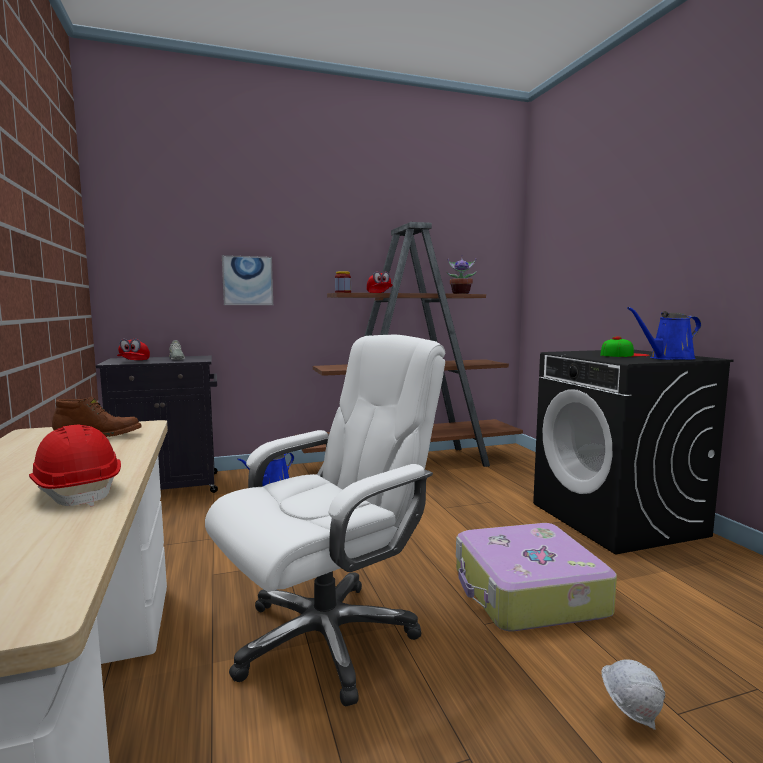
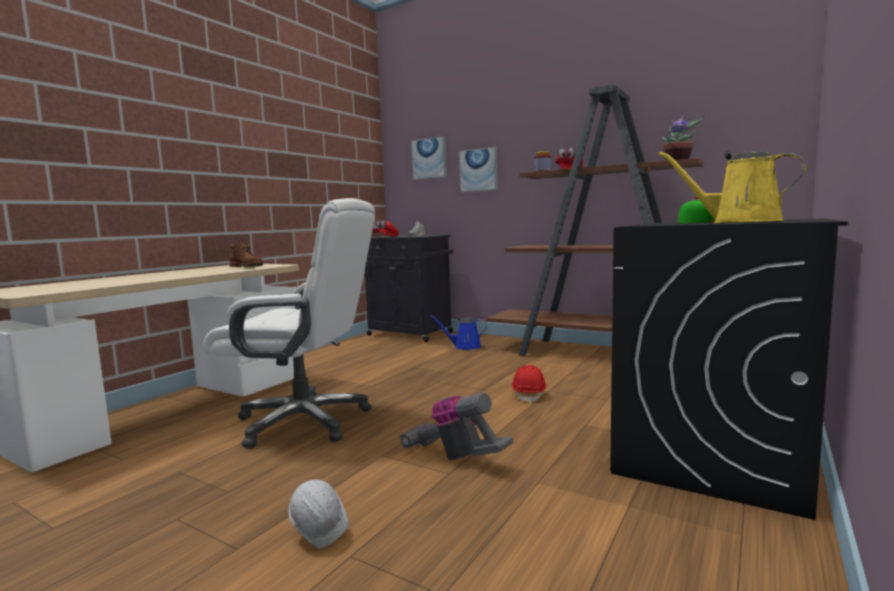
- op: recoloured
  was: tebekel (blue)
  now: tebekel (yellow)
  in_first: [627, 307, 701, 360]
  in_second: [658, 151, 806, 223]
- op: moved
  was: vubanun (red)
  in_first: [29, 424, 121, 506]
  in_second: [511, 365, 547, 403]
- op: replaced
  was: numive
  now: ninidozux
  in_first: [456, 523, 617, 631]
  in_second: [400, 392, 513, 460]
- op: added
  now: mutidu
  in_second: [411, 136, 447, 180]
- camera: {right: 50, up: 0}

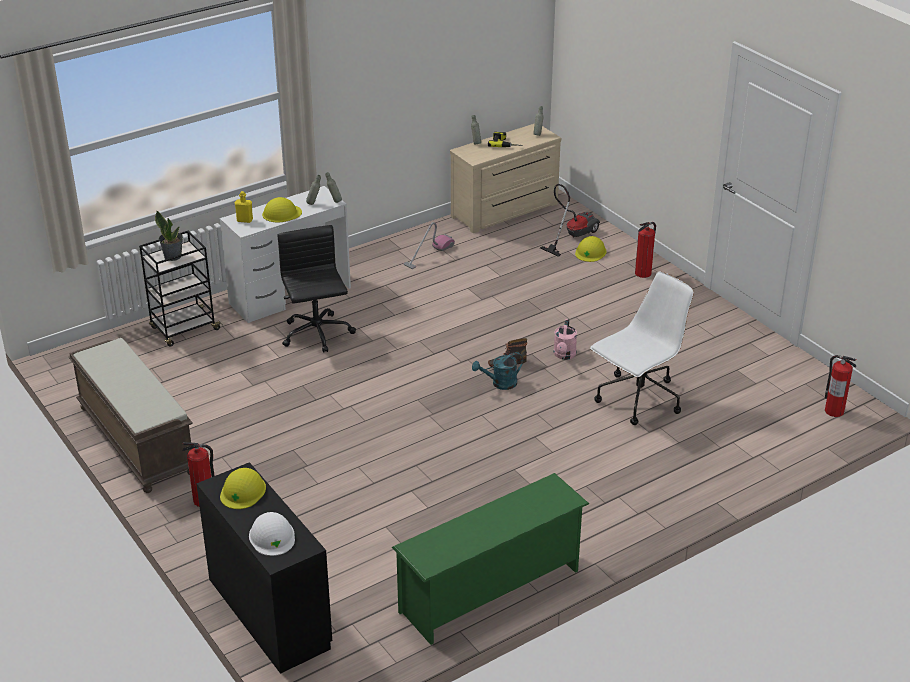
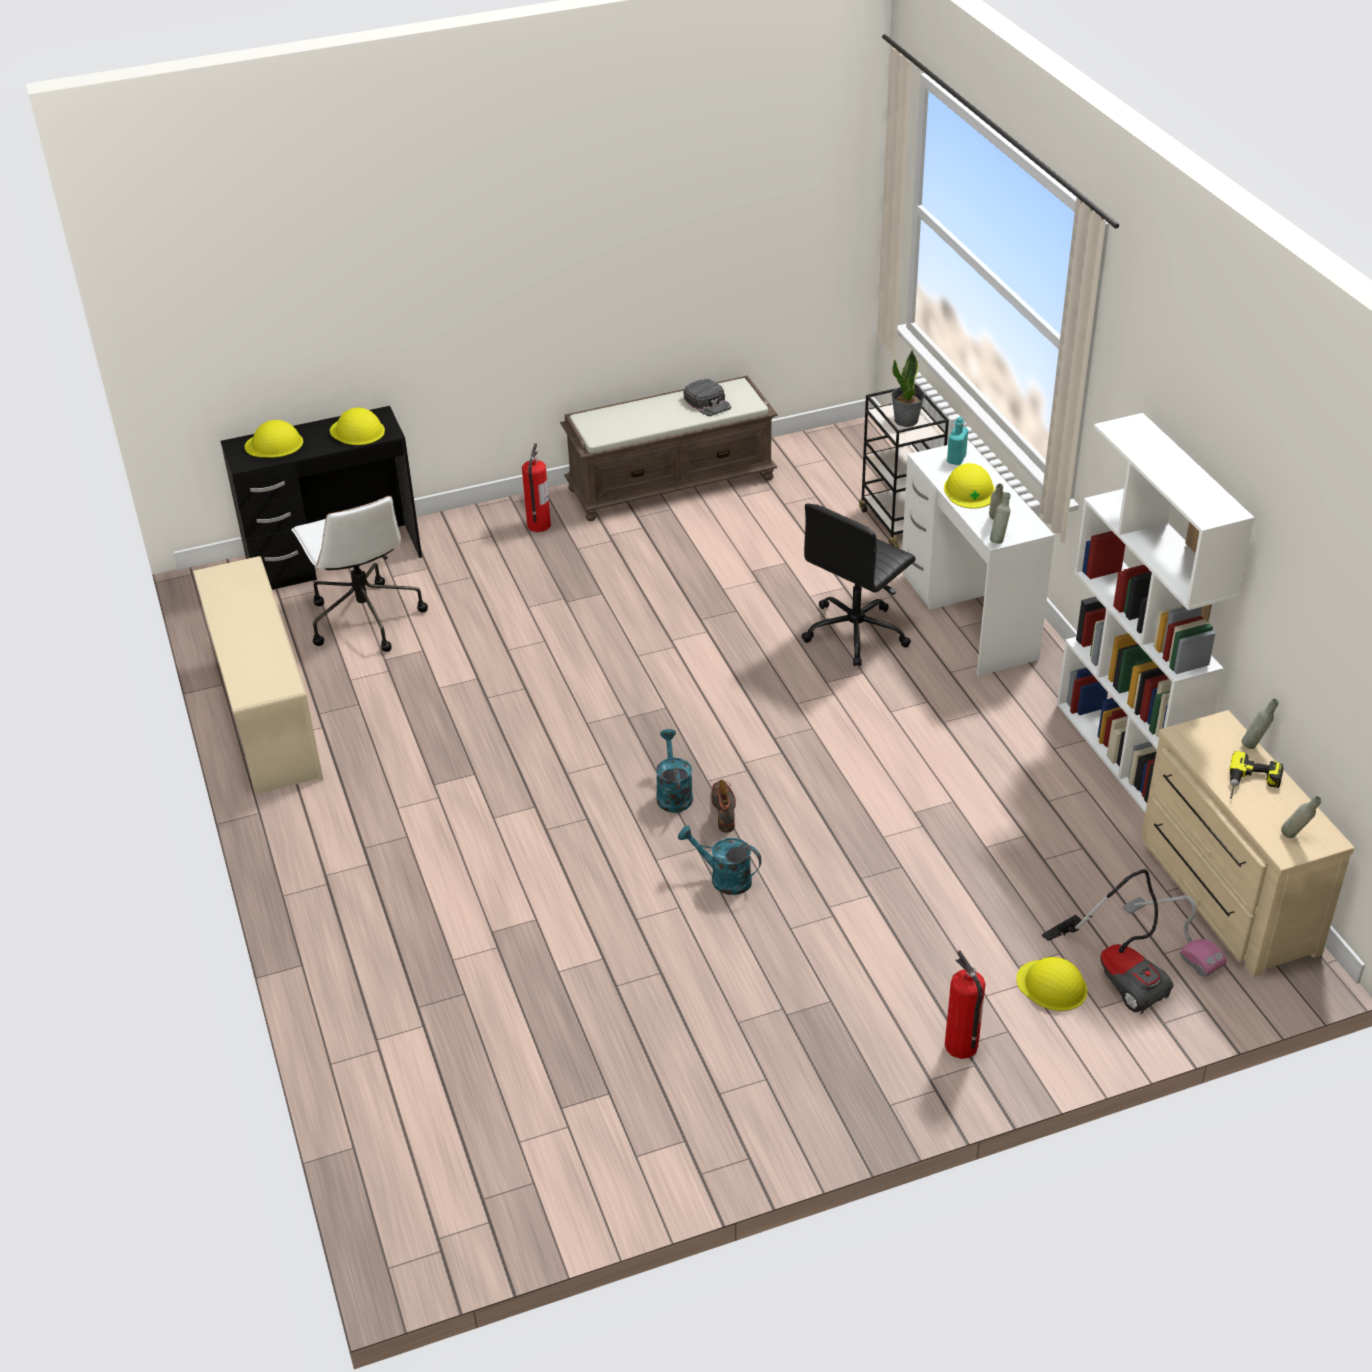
- op: recoloured
  was: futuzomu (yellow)
  now: futuzomu (turquoise)
  in_first: [235, 191, 253, 223]
  in_second: [947, 417, 968, 465]
- op: moved
  was: ninidozux
  in_first: [404, 222, 455, 269]
  in_second: [1122, 895, 1227, 977]
- op: turned
  was: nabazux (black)
  in_first: [278, 225, 356, 353]
  in_second: [801, 503, 916, 667]
  clockwise: 135
- op: moved
  was: nabazux (white)
  in_first: [590, 272, 694, 425]
  in_second: [292, 496, 428, 652]
- op: recoloured
  was: tebekel (pink)
  now: tebekel (turquoise)
  in_first: [554, 319, 577, 360]
  in_second: [678, 825, 762, 895]
- op: removed
  was: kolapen
  in_first: [825, 355, 856, 417]
- op: recoloured
  was: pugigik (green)
  now: pugigik (beige)
  in_first: [392, 473, 589, 645]
  in_second: [193, 556, 323, 795]
- op: recoloured
  was: vubanun (white)
  now: vubanun (yellow)
  in_first: [249, 512, 295, 556]
  in_second: [245, 420, 303, 458]
- op: added
  now: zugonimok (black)
  in_second: [684, 379, 731, 417]
- op: added
  now: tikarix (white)
  in_second: [1057, 413, 1254, 813]
- camera: {right: 105, up: 5}

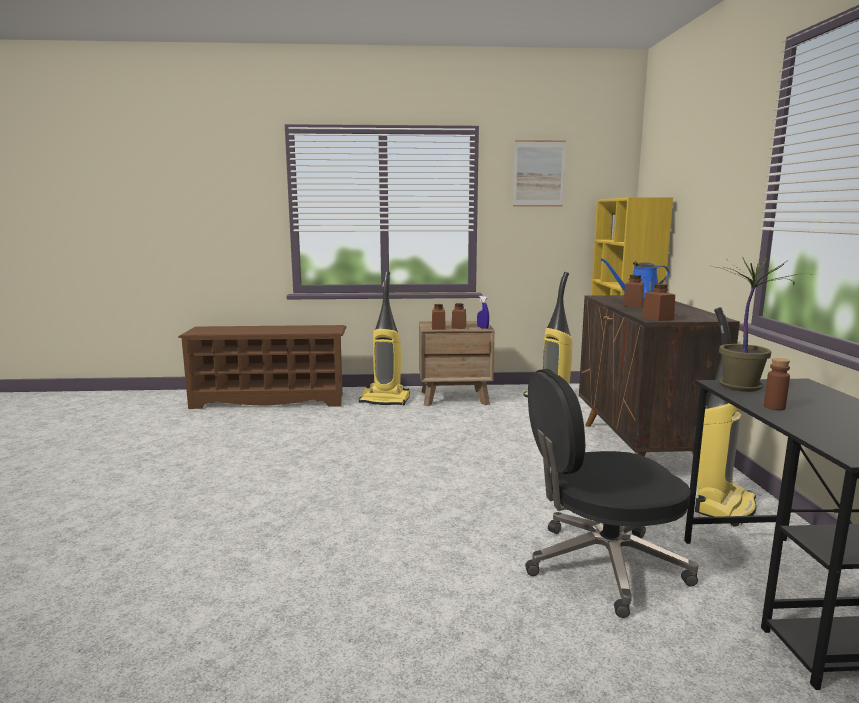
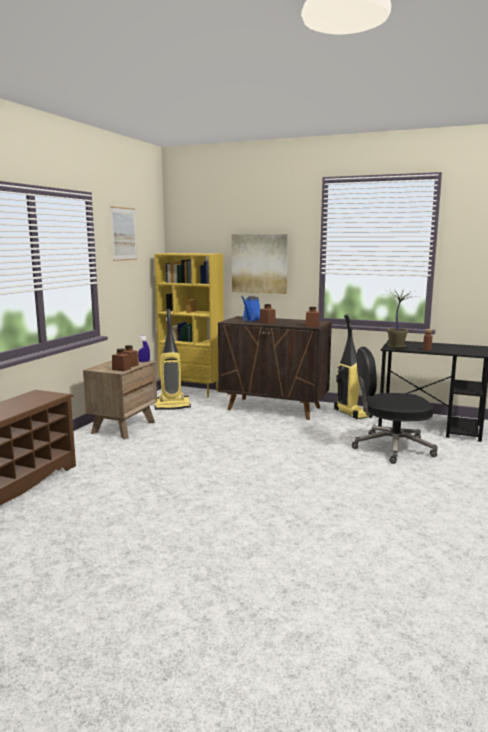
- op: removed
  was: ninidozux
  in_first: [359, 271, 409, 405]
- op: turned
  was: nabazux (black)
  in_first: [525, 369, 698, 618]
  in_second: [352, 347, 438, 464]
  clockwise: 75
- op: added
  now: mutidu
  in_second: [232, 234, 288, 294]
- camera: {right: -65, up: 0}

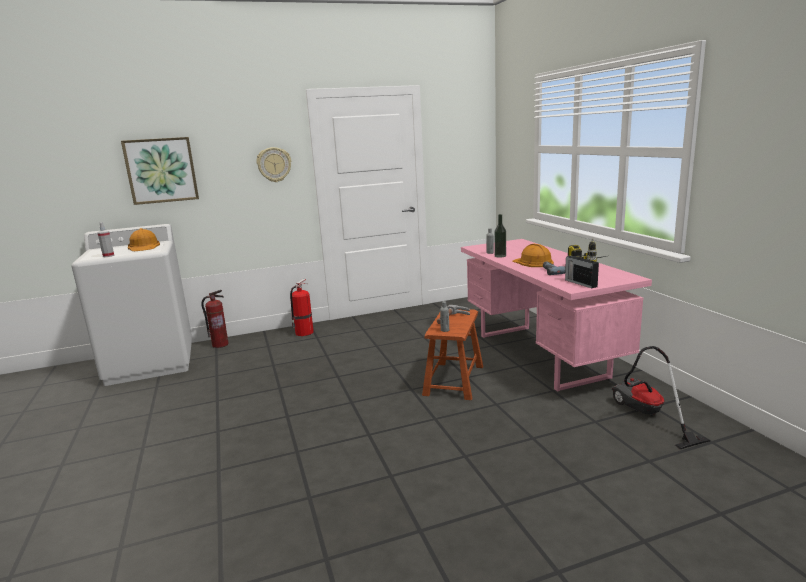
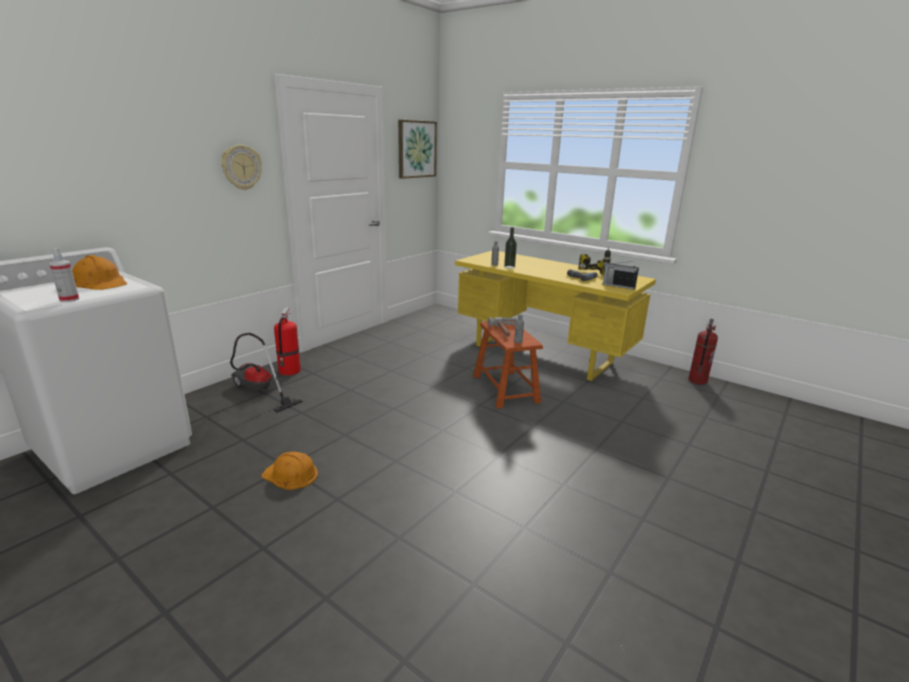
- op: moved
  was: mutidu
  in_first: [121, 137, 199, 205]
  in_second: [398, 120, 437, 179]
- op: recoloured
  was: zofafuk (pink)
  now: zofafuk (yellow)
  in_first: [461, 239, 652, 392]
  in_second: [455, 251, 656, 381]
- op: moved
  was: vubanun (orange)
  in_first: [512, 244, 554, 267]
  in_second: [261, 452, 318, 490]
- op: moved
  was: kolapen
  in_first: [201, 290, 229, 348]
  in_second: [688, 319, 718, 385]
- op: moved
  was: ninidozux
  in_first: [612, 346, 710, 449]
  in_second: [230, 333, 303, 412]
- camera: {right: -35, up: 5}

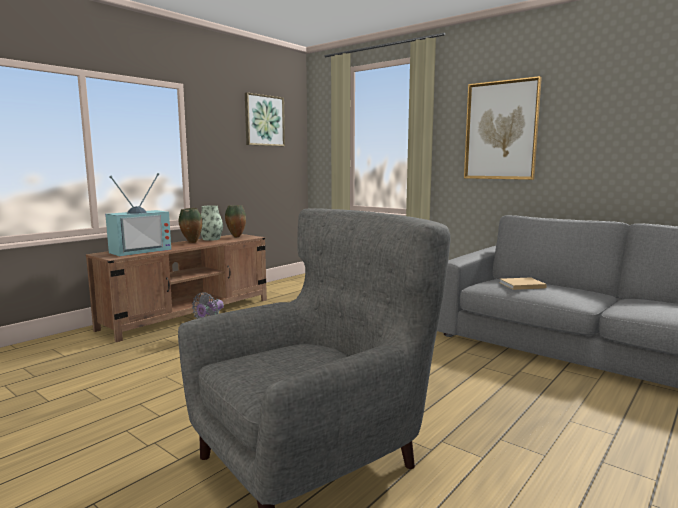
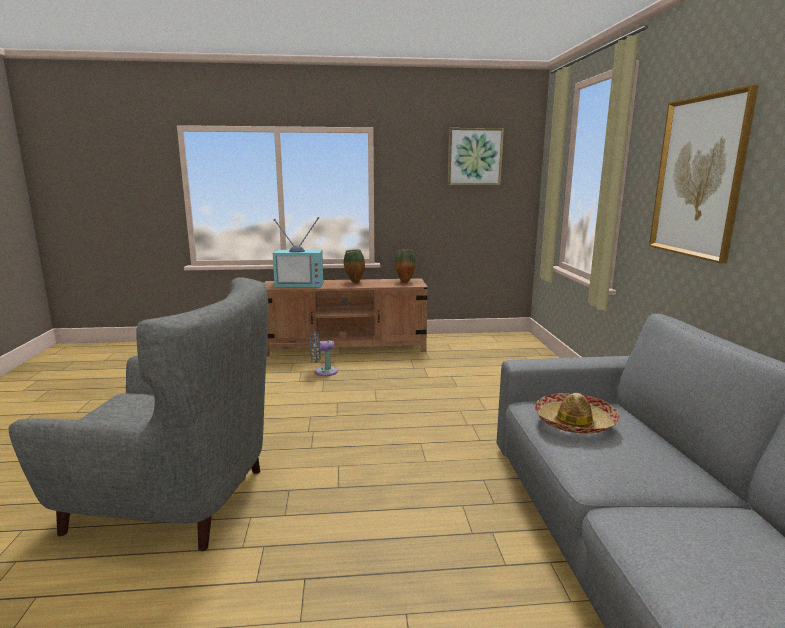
- op: removed
  was: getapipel
  in_first: [201, 205, 223, 241]
- op: replaced
  was: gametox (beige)
  now: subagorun
  in_first: [499, 277, 547, 290]
  in_second: [535, 393, 620, 434]
- camera: {right: 45, up: 5}

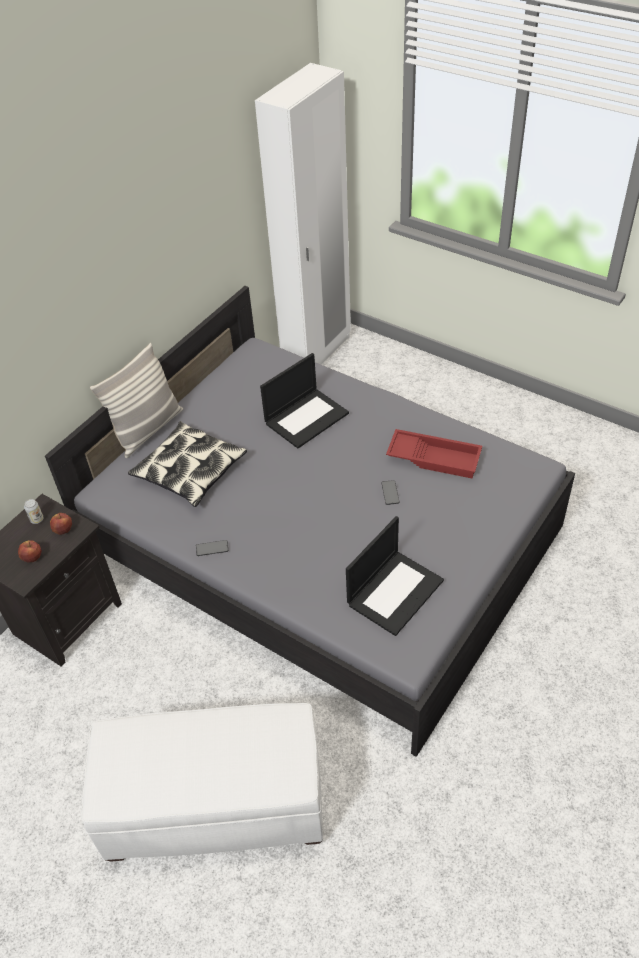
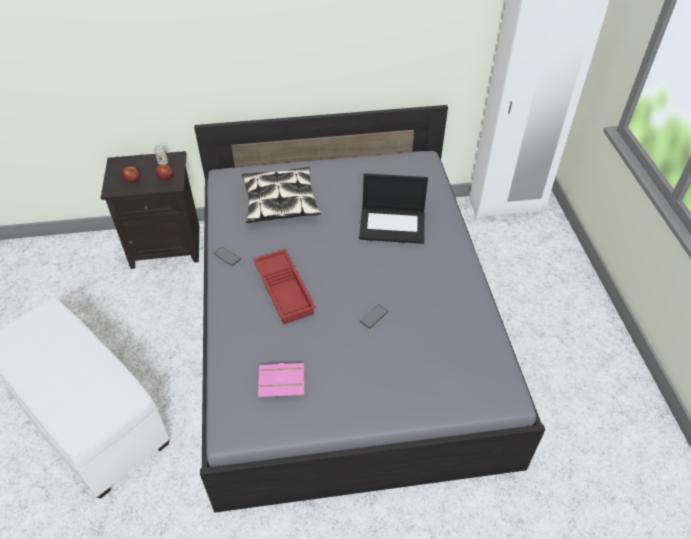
- op: removed
  was: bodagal
  in_first: [90, 343, 183, 458]
- op: moved
  was: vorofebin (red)
  in_first: [386, 429, 482, 479]
  in_second: [253, 249, 316, 324]
- op: replaced
  was: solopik
  now: gametox (pink)
  in_first: [346, 516, 444, 636]
  in_second: [258, 363, 304, 397]
- camera: {right: 45, up: 0}

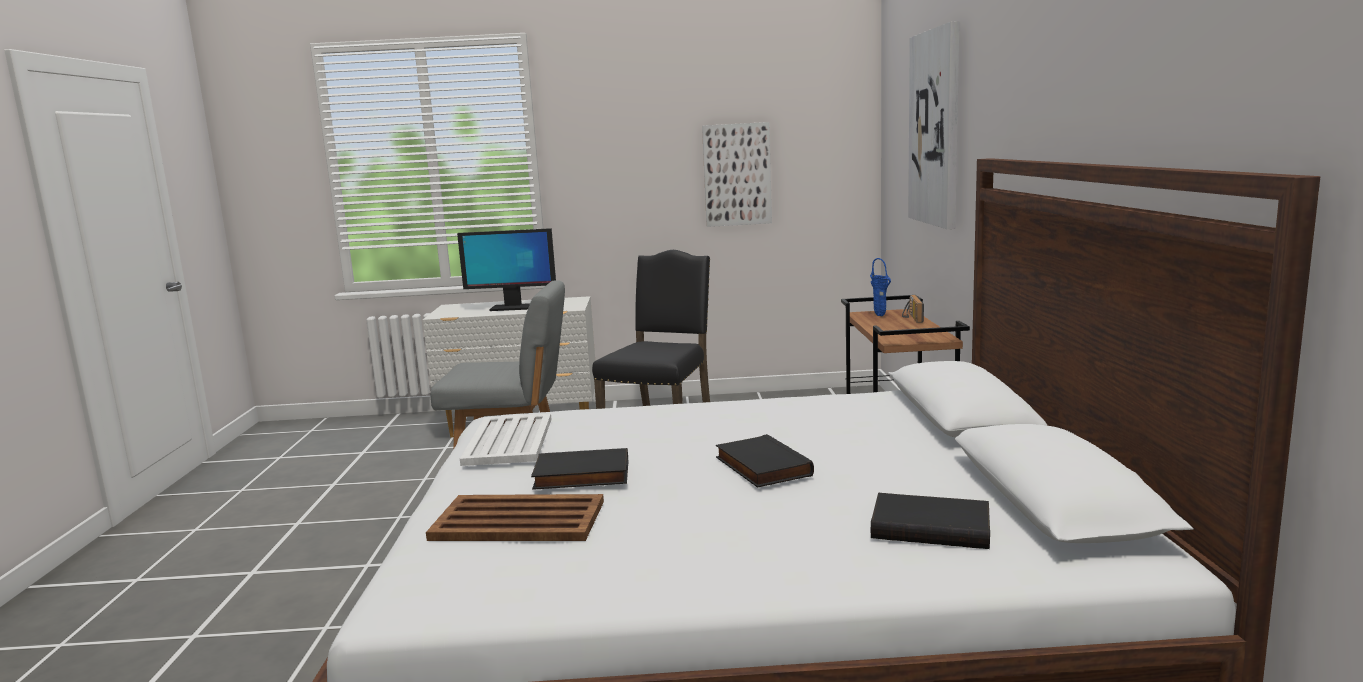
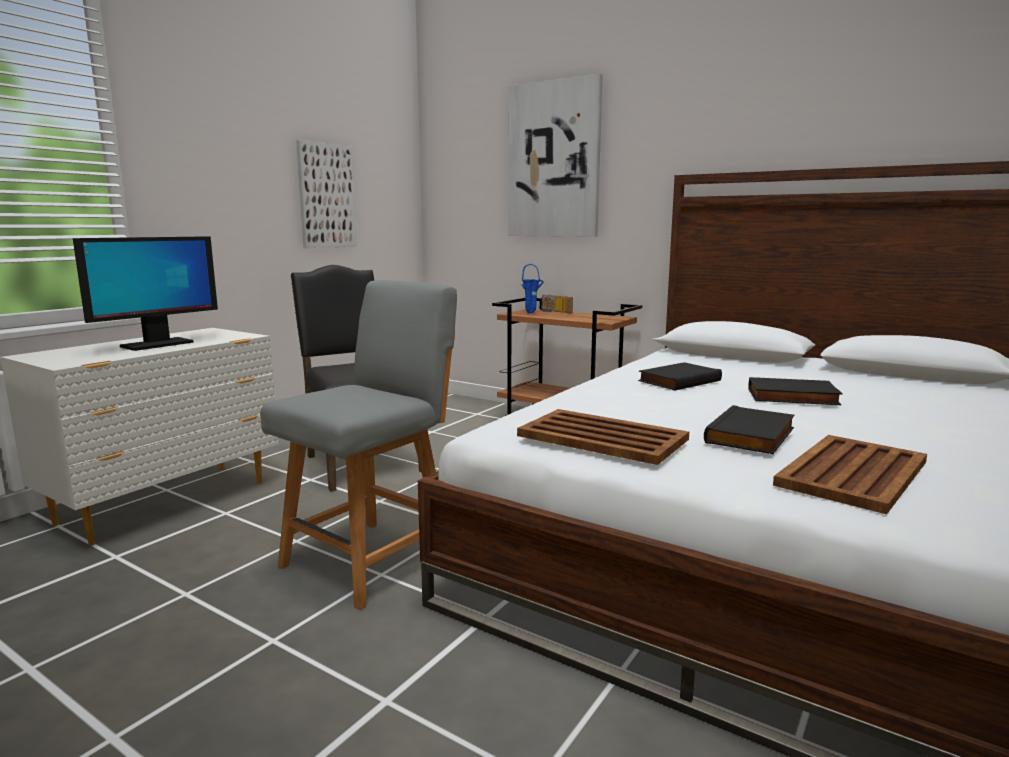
- op: recoloured
  was: vorofebin (white)
  now: vorofebin (brown)
  in_first: [460, 413, 552, 466]
  in_second: [517, 409, 689, 465]
- op: moved
  was: gametox (black)
  in_first: [871, 493, 990, 549]
  in_second: [638, 362, 722, 391]
- camera: {right: -55, up: 0}

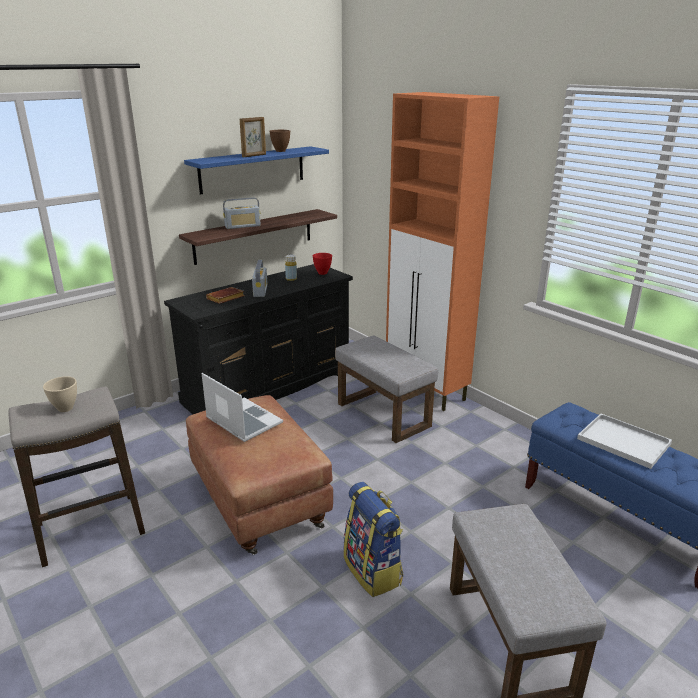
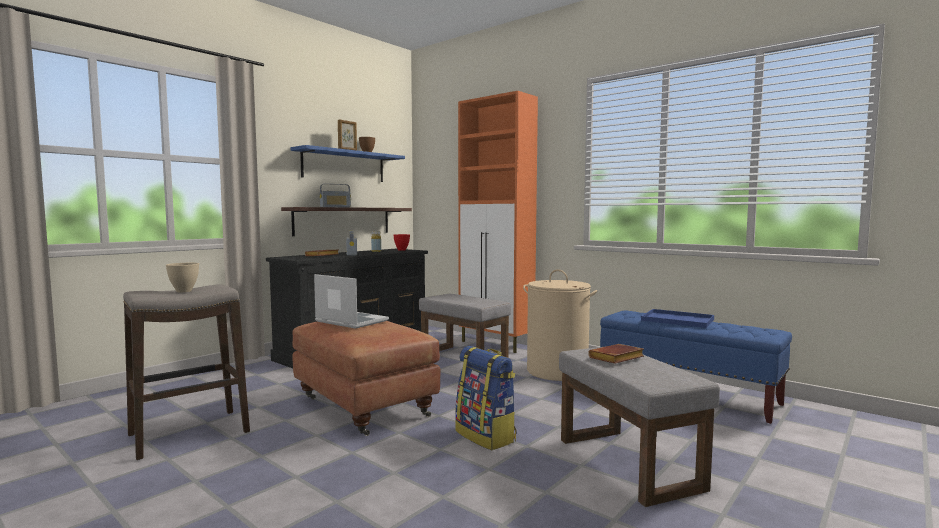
- op: recoloured
  was: vorofebin (white)
  now: vorofebin (blue)
  in_first: [577, 414, 672, 469]
  in_second: [641, 309, 714, 328]
- op: added
  now: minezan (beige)
  in_second: [523, 269, 597, 381]
- op: added
  now: gametox (brown)
  in_second: [588, 344, 644, 364]
- camera: {right: -10, up: -20}

